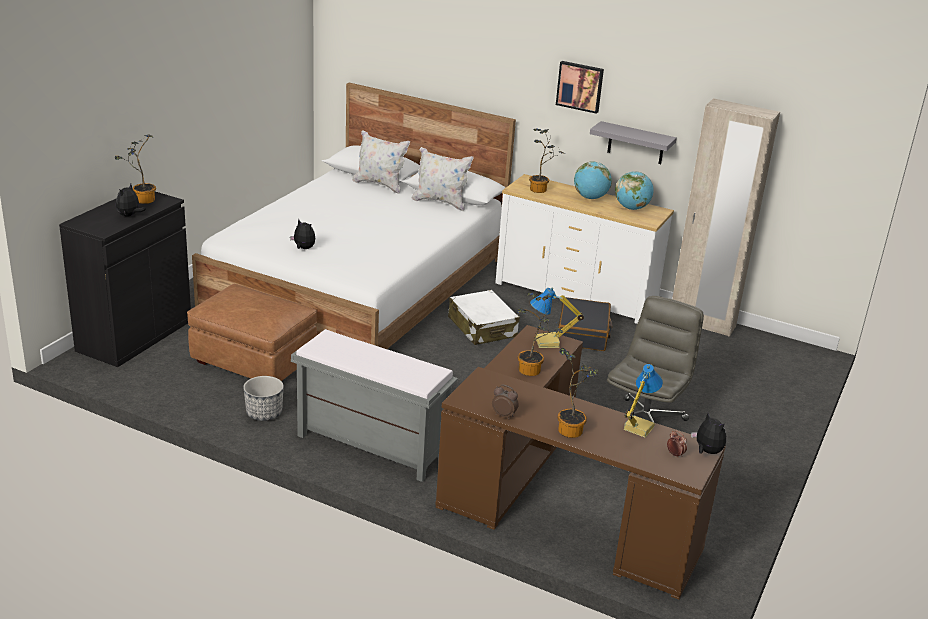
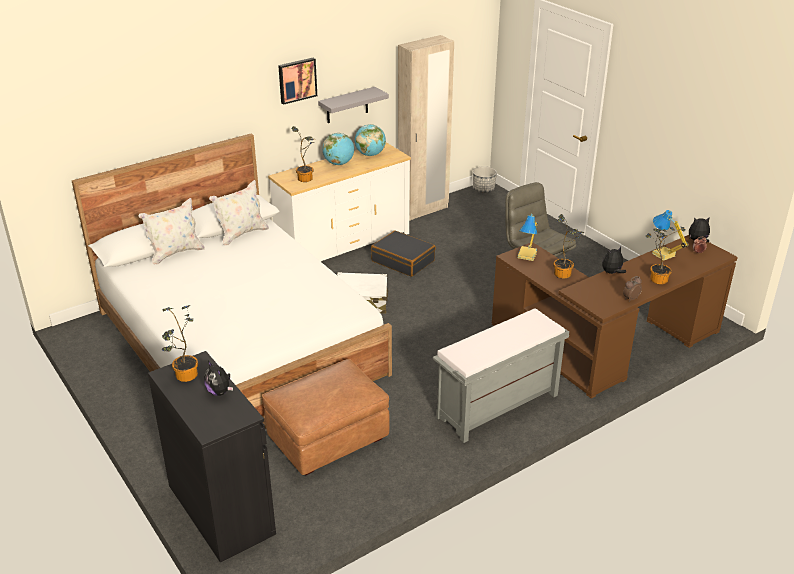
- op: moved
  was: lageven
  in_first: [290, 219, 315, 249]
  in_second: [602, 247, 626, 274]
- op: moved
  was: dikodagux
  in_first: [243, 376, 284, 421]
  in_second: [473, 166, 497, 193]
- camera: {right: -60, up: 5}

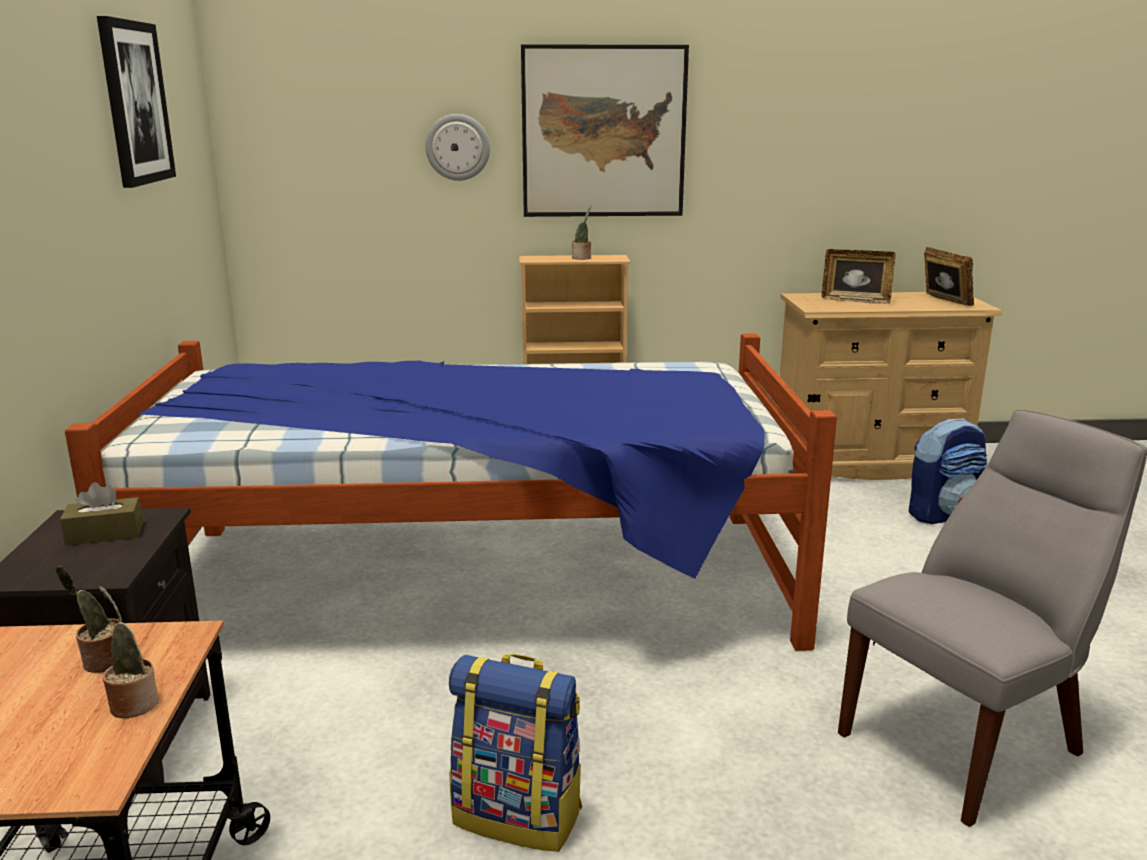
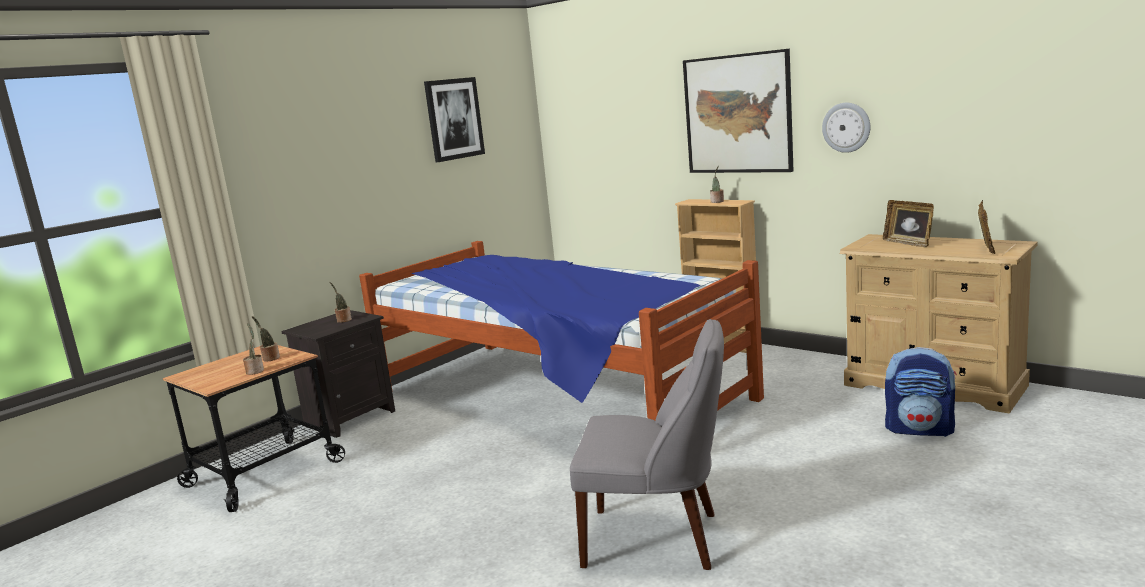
- op: moved
  was: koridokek
  in_first: [425, 114, 490, 181]
  in_second: [822, 103, 870, 153]
- op: replaced
  was: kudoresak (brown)
  now: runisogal
  in_first: [60, 482, 143, 546]
  in_second: [329, 282, 352, 323]
- op: removed
  was: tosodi
  in_first: [449, 654, 583, 852]
- camera: {right: 45, up: -5}

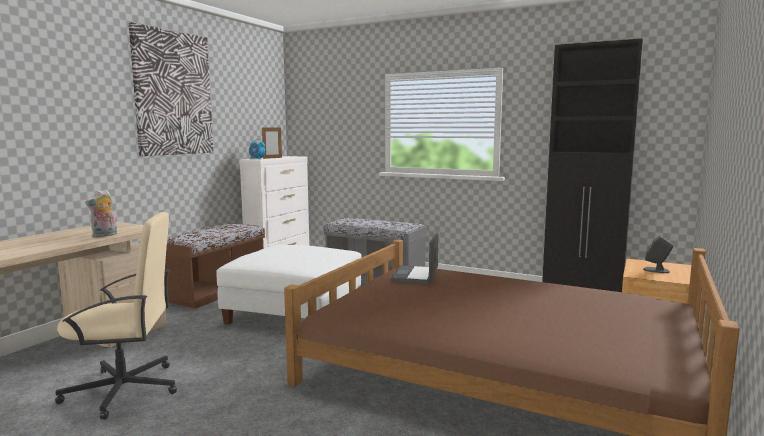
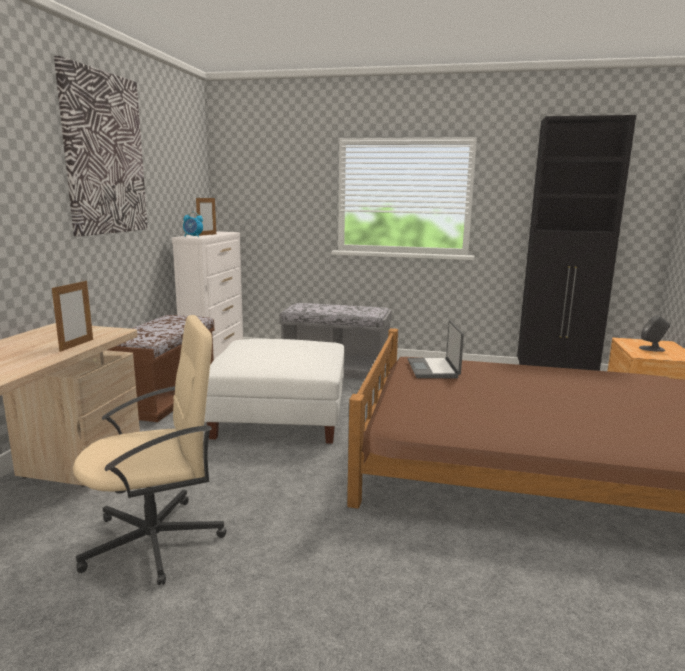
- op: replaced
  was: lageven
  now: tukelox
  in_first: [85, 190, 117, 237]
  in_second: [52, 280, 93, 352]
- camera: {right: -15, up: 5}

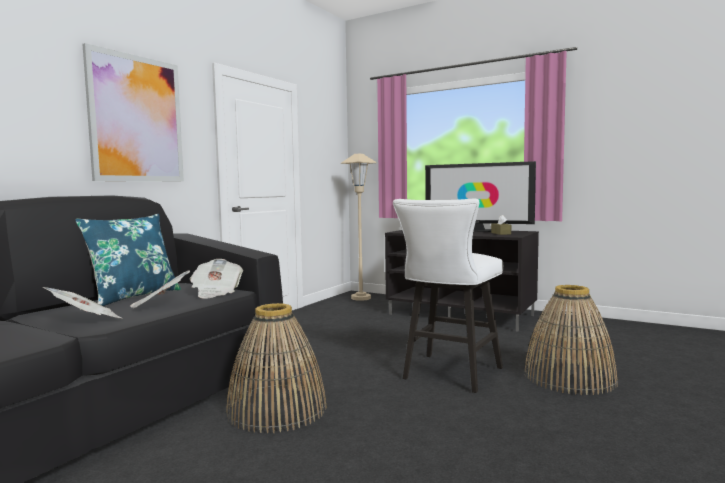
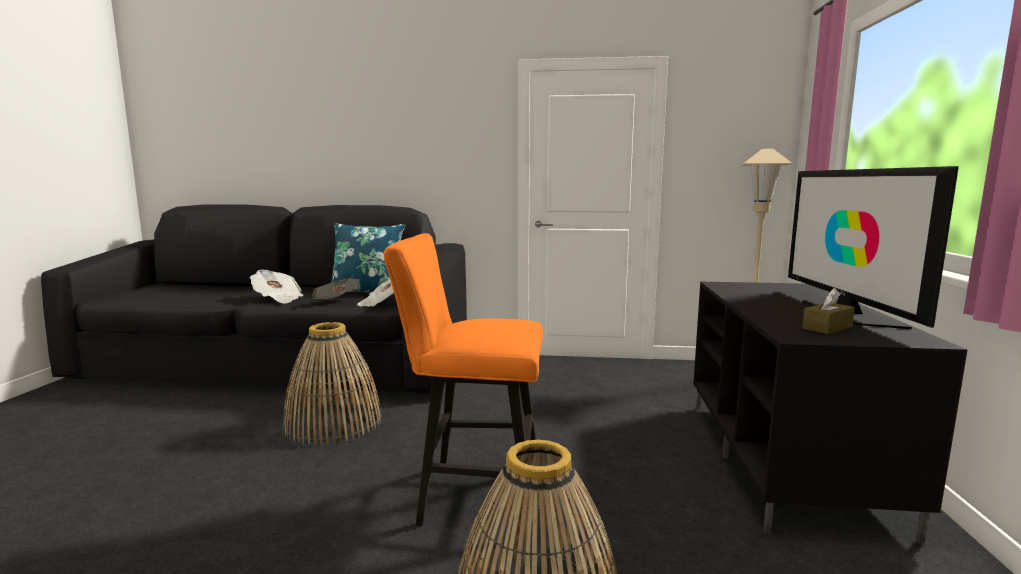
- op: removed
  was: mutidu
  in_first: [82, 43, 184, 181]
- op: recoloured
  was: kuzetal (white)
  now: kuzetal (orange)
  in_first: [393, 199, 503, 393]
  in_second: [384, 233, 543, 537]
- camera: {right: 65, up: 5}

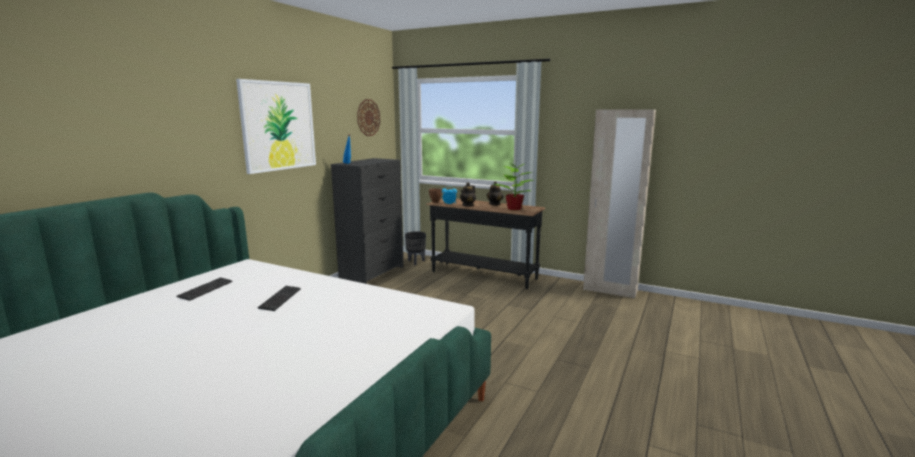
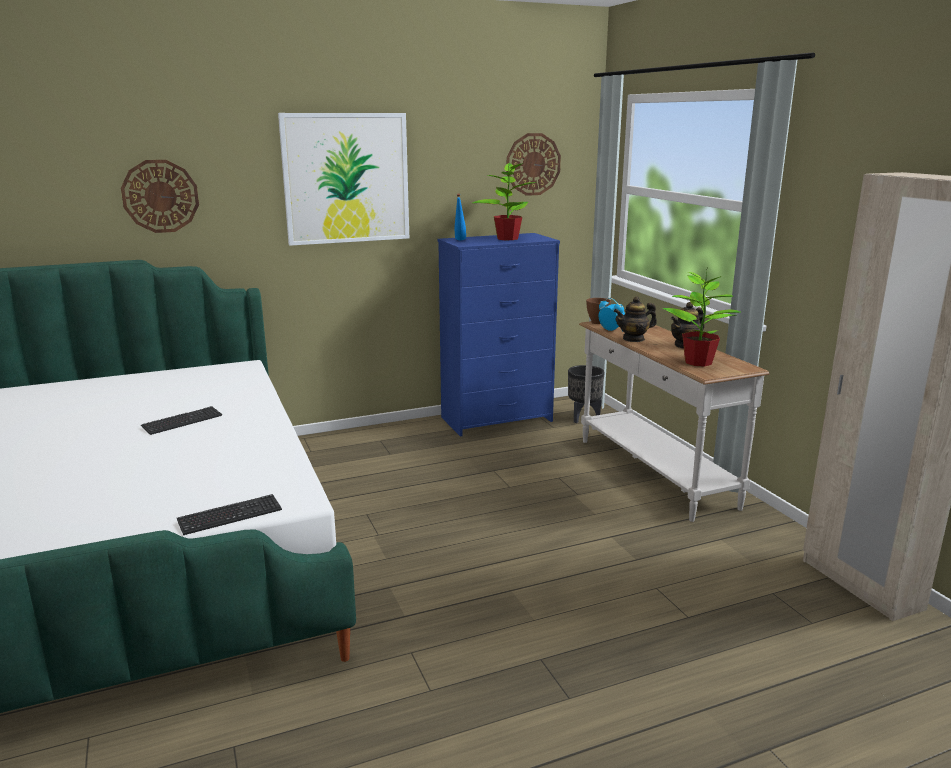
- op: recoloured
  was: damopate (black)
  now: damopate (blue)
  in_first: [331, 158, 403, 284]
  in_second: [438, 233, 560, 437]
- op: recoloured
  was: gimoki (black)
  now: gimoki (white)
  in_first: [426, 198, 545, 289]
  in_second: [579, 321, 769, 522]
- op: moved
  was: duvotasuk
  in_first: [176, 277, 233, 301]
  in_second: [177, 494, 282, 535]
- op: added
  now: koridokek
  in_second: [121, 160, 199, 233]
- op: added
  now: runisogal
  in_second: [473, 163, 536, 240]
- camera: {right: 40, up: 5}

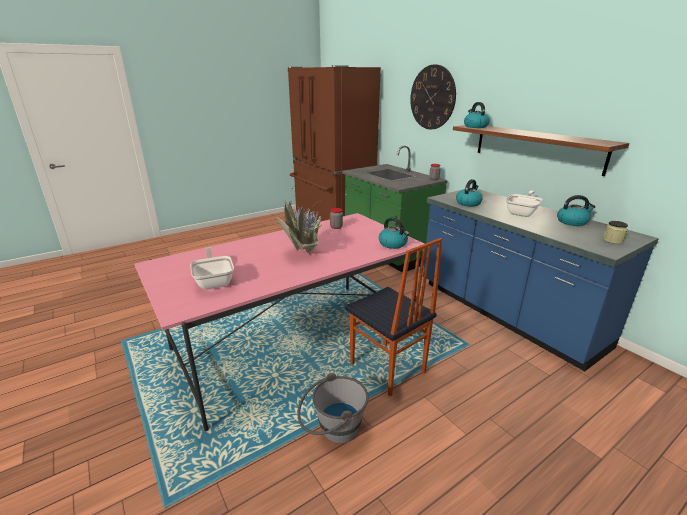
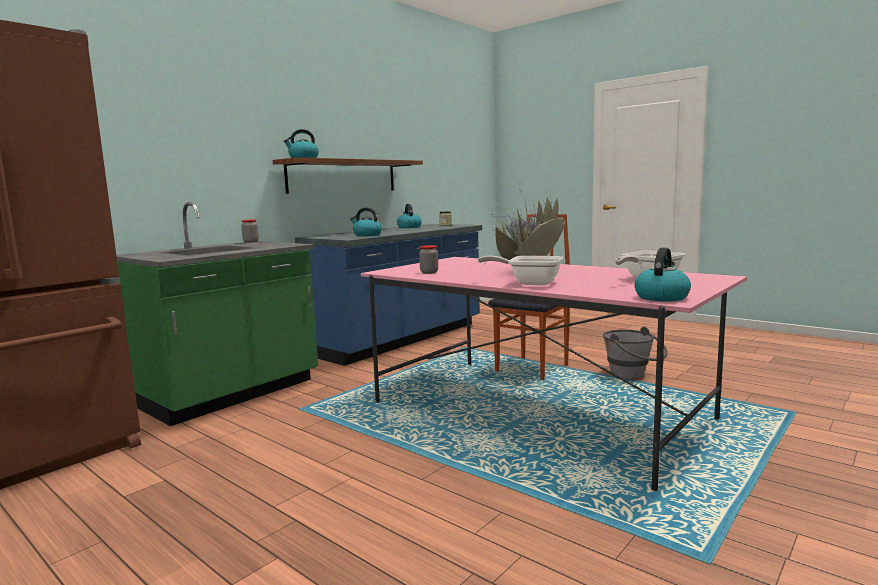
- op: removed
  was: koridokek
  in_first: [410, 64, 456, 129]
- op: moved
  was: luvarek
  in_first: [506, 190, 543, 217]
  in_second: [478, 256, 563, 285]
- op: moved
  was: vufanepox
  in_first: [379, 217, 409, 249]
  in_second: [634, 248, 691, 301]
- camera: {right: -105, up: -15}

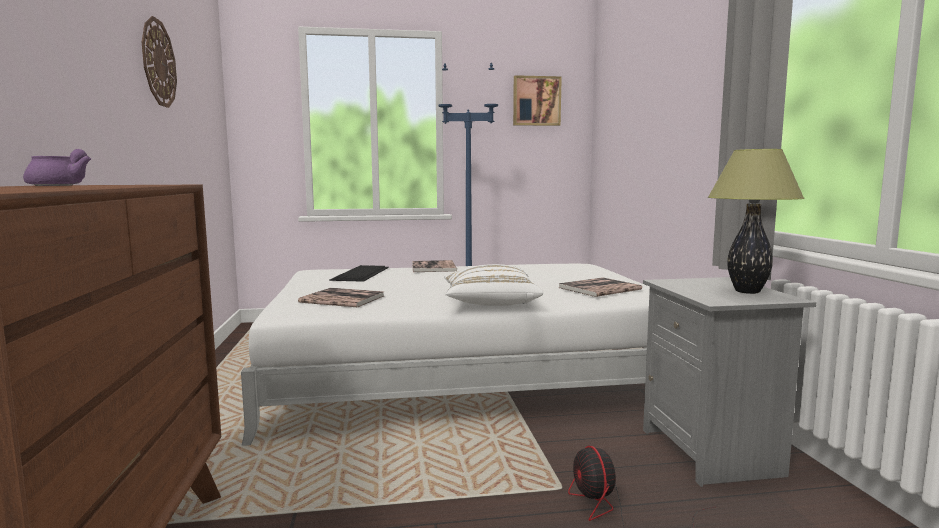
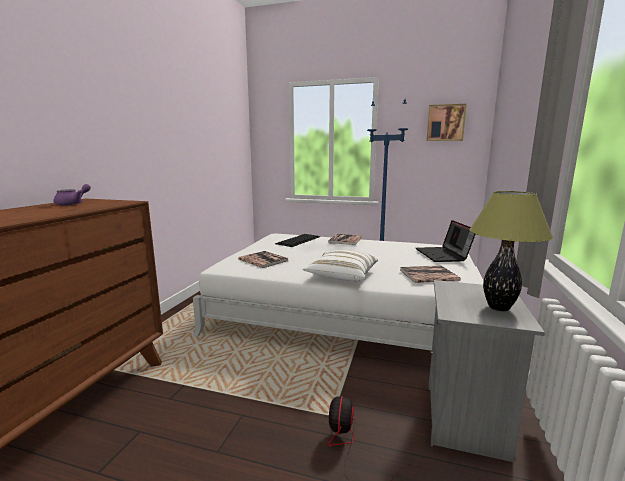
- op: removed
  was: koridokek
  in_first: [142, 16, 177, 108]
- op: added
  now: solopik
  in_second: [416, 220, 475, 262]
- camera: {right: 25, up: 5}

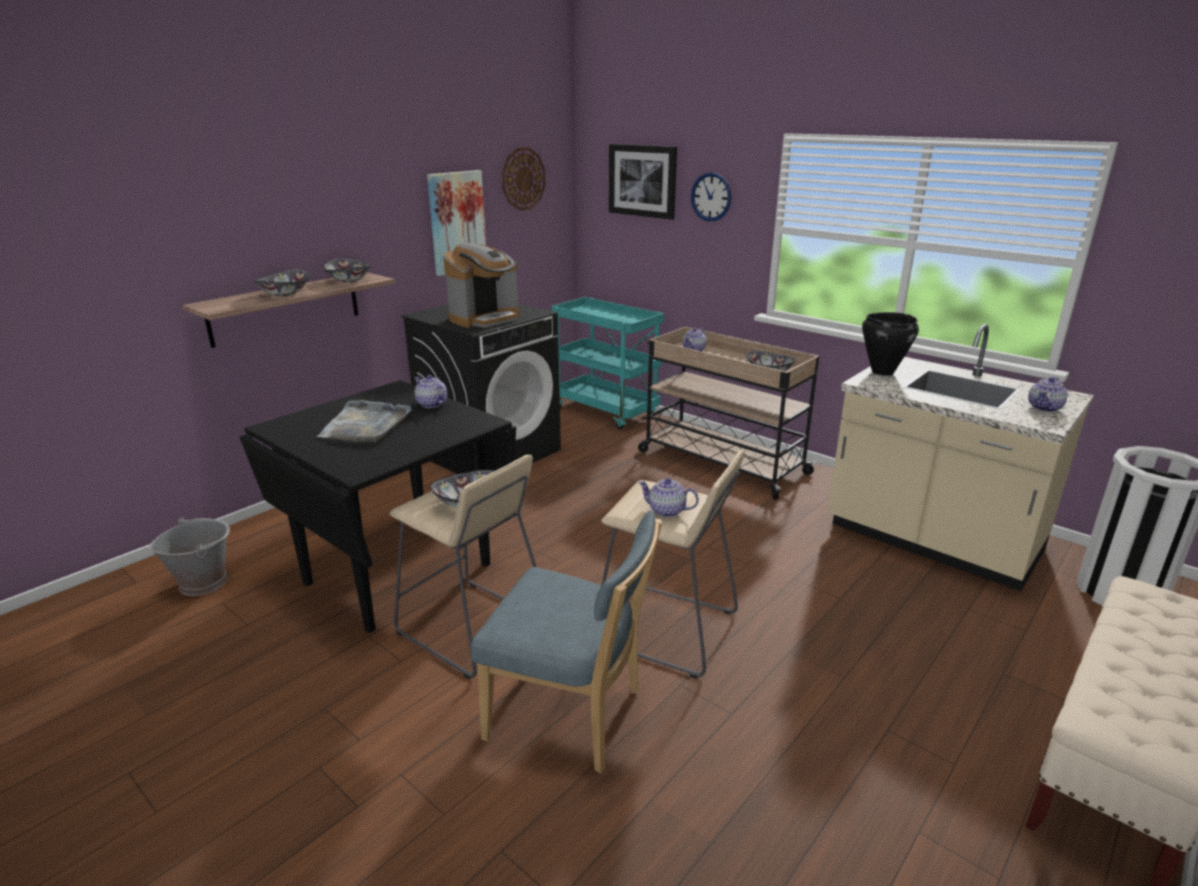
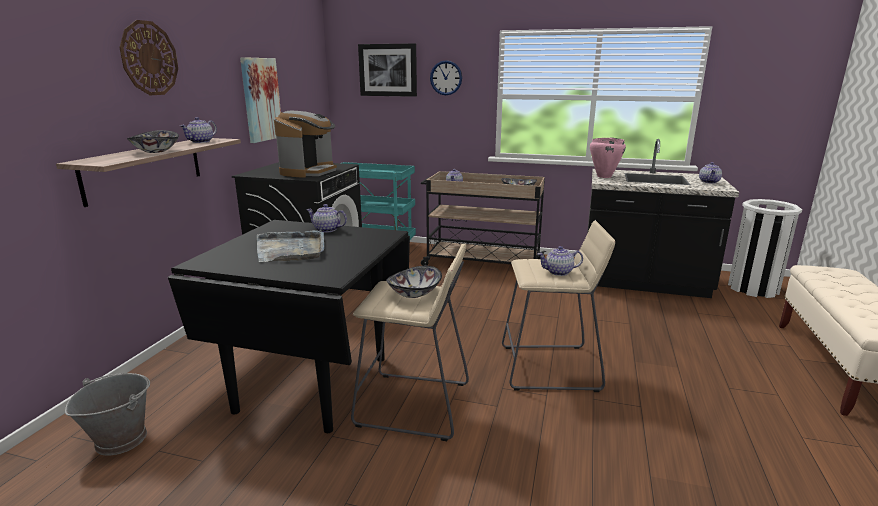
- op: moved
  was: koridokek
  in_first: [502, 147, 545, 210]
  in_second: [119, 20, 178, 95]
- op: replaced
  was: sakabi
  now: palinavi
  in_first: [323, 258, 371, 283]
  in_second: [180, 117, 217, 143]
- op: recoloured
  was: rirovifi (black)
  now: rirovifi (pink)
  in_first: [862, 312, 919, 376]
  in_second: [590, 138, 626, 178]
- op: recoloured
  was: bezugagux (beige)
  now: bezugagux (black)
  in_first: [828, 324, 1094, 591]
  in_second: [587, 139, 739, 298]
- op: removed
  was: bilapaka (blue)
  in_first: [471, 510, 662, 773]
- camera: {right: -25, up: -5}

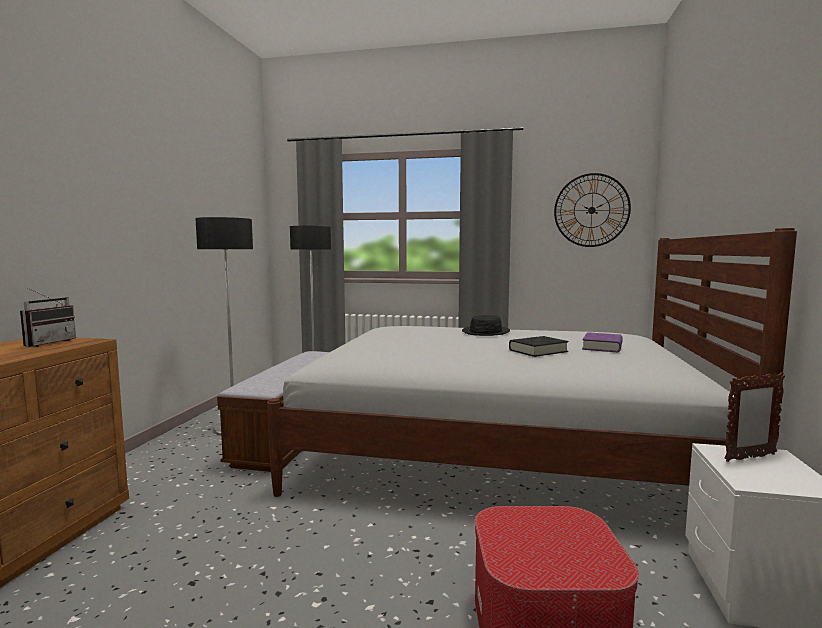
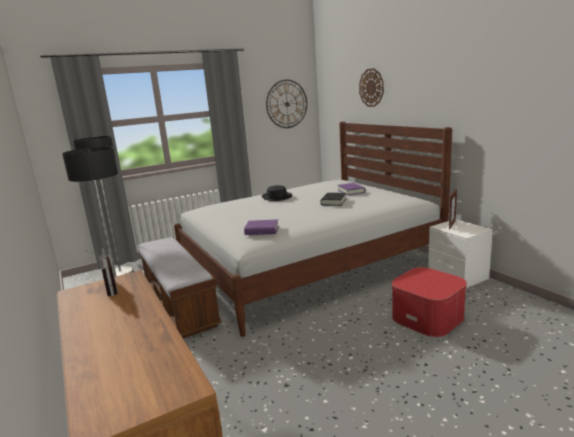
- op: added
  now: koridokek
  in_second: [359, 68, 384, 107]
- op: added
  now: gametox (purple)
  in_second: [244, 219, 279, 235]
- camera: {right: -40, up: 10}

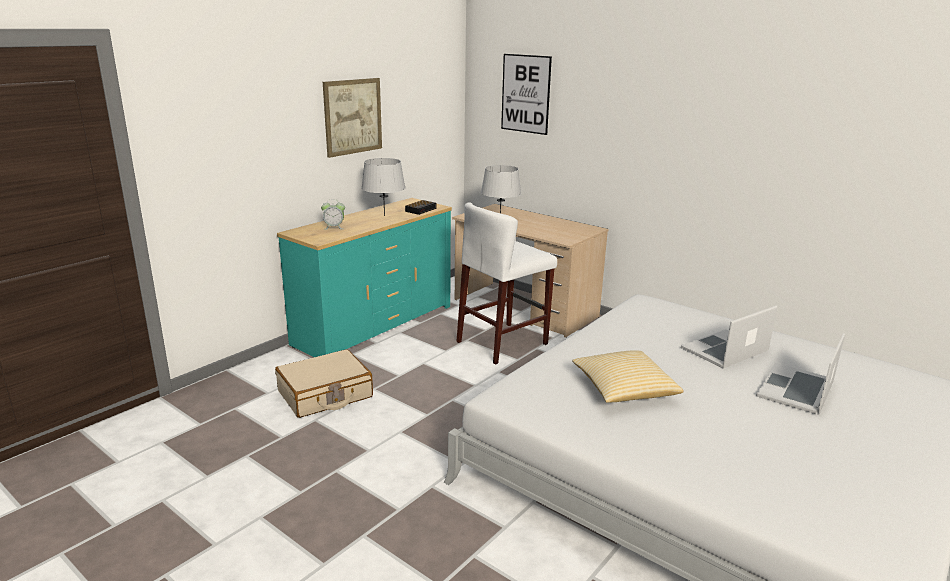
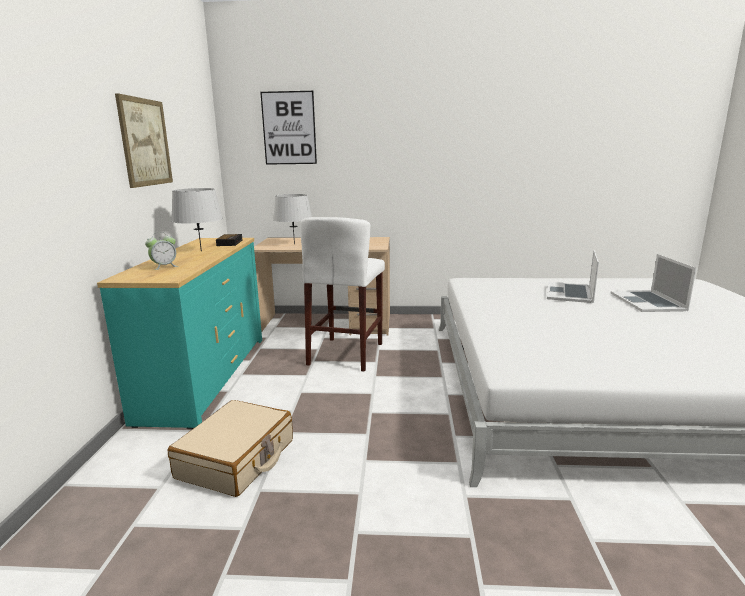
- op: removed
  was: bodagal
  in_first: [572, 350, 684, 403]
- camera: {right: -35, up: -5}

